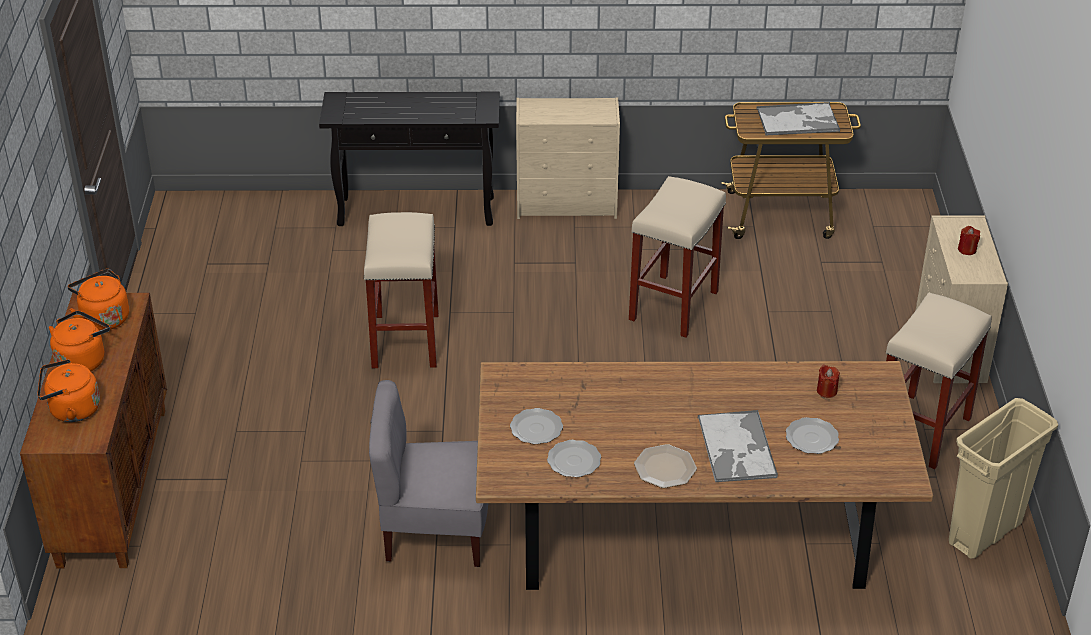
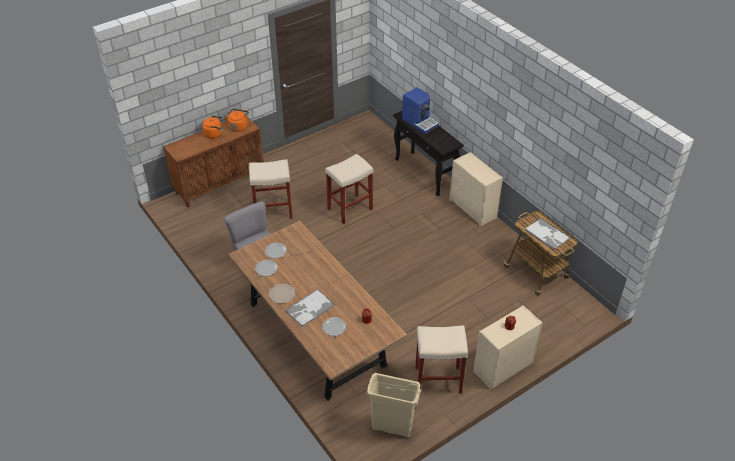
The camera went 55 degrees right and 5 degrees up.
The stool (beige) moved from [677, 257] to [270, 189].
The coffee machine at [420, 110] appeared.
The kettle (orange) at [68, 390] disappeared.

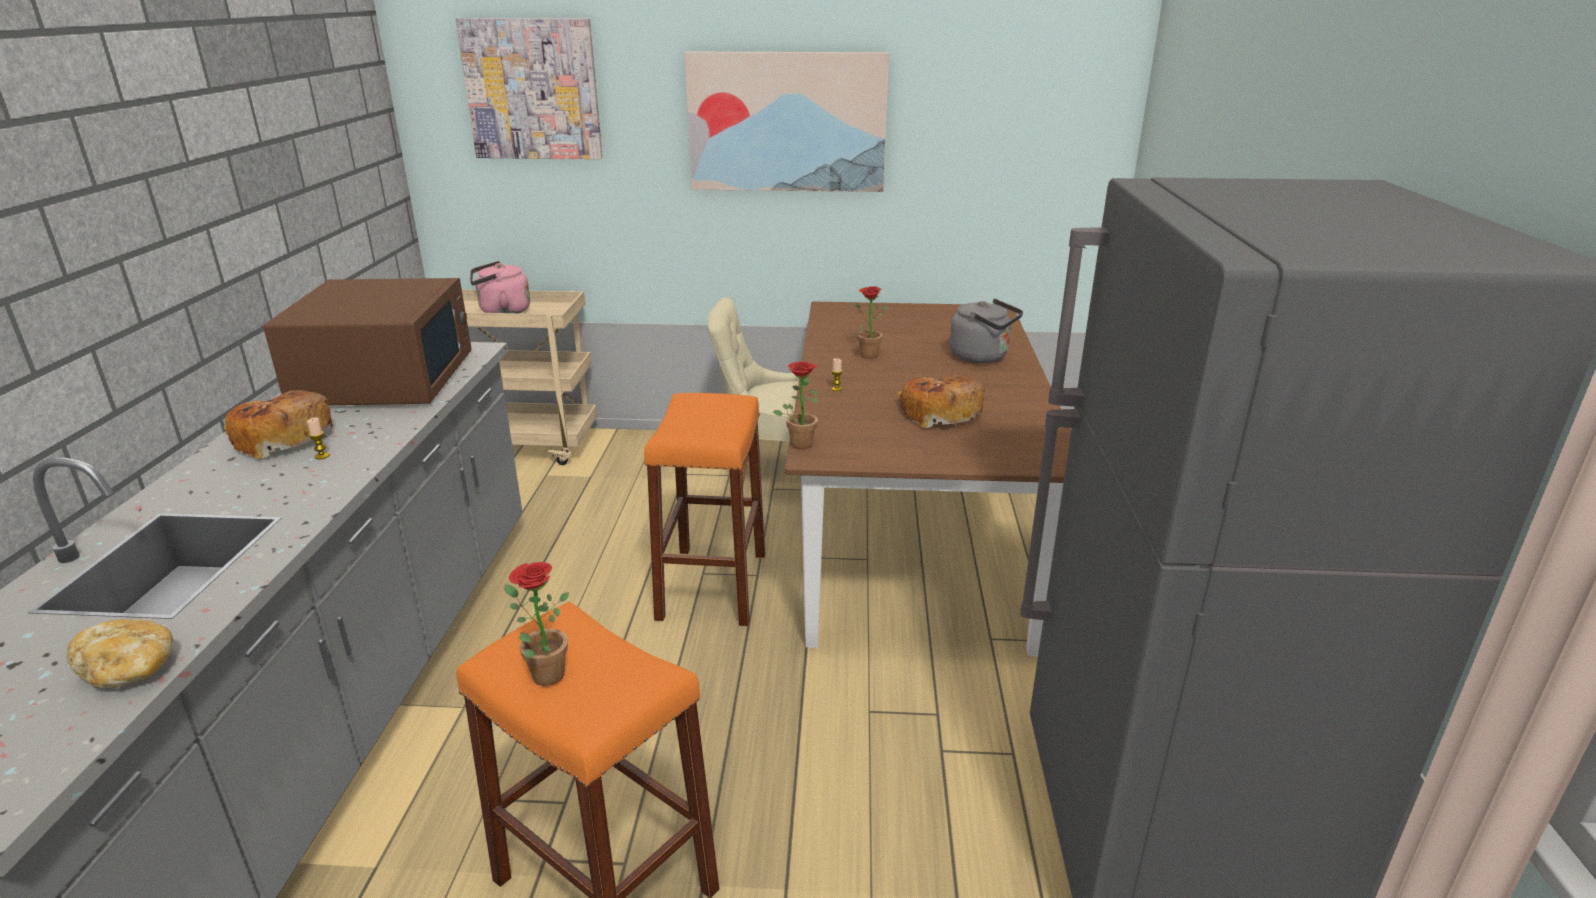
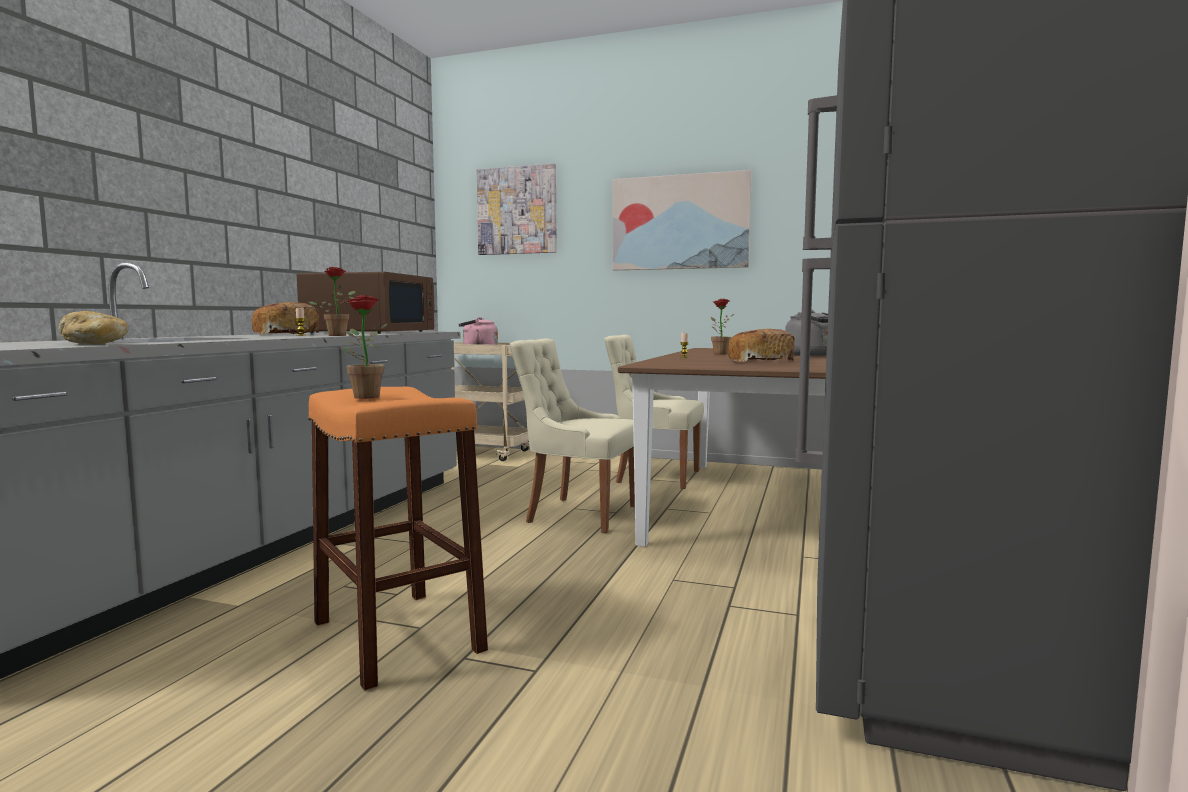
The camera went 15 degrees right and 20 degrees down.
The potted plant moved from [796, 405] to [332, 301].
The stool (orange) at [704, 509] was replaced by the chair (beige) at [572, 435].

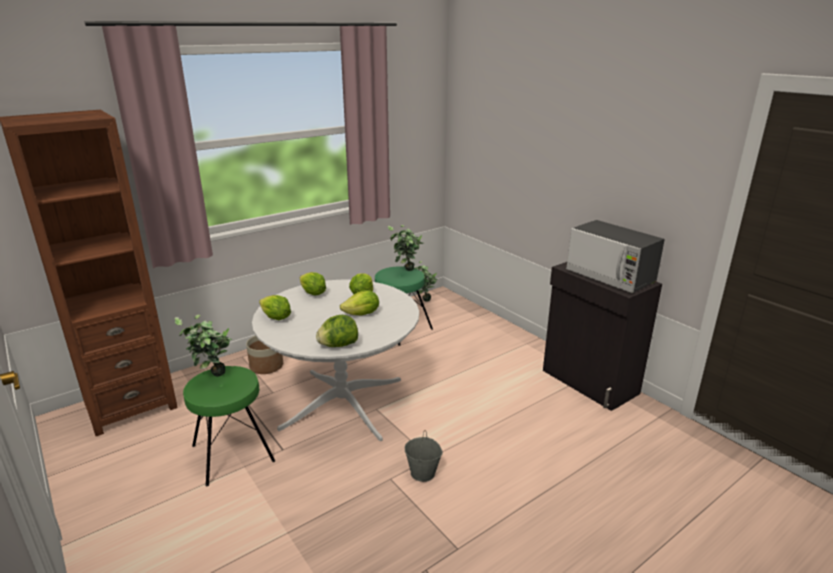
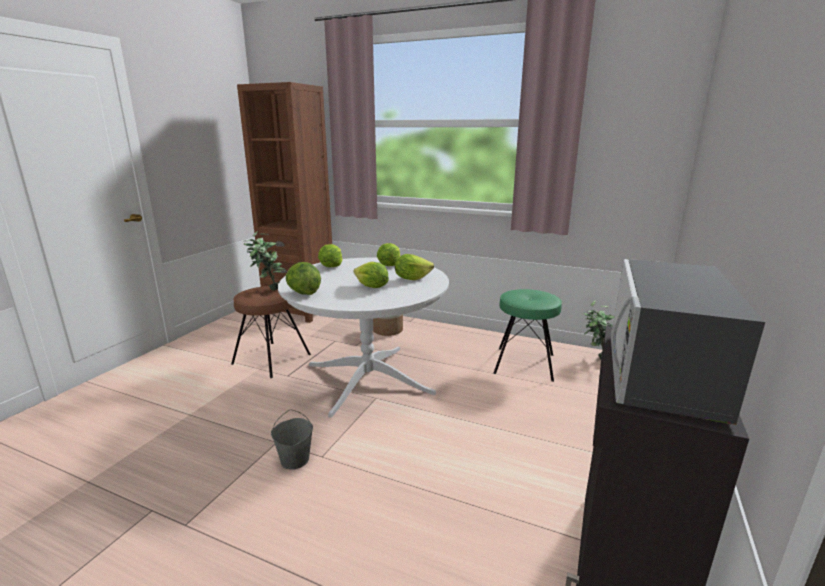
The camera went 60 degrees right and 5 degrees down.
The stool (green) at [229, 426] became the stool (brown) at [271, 332].
The potted plant at [405, 248] disappeared.

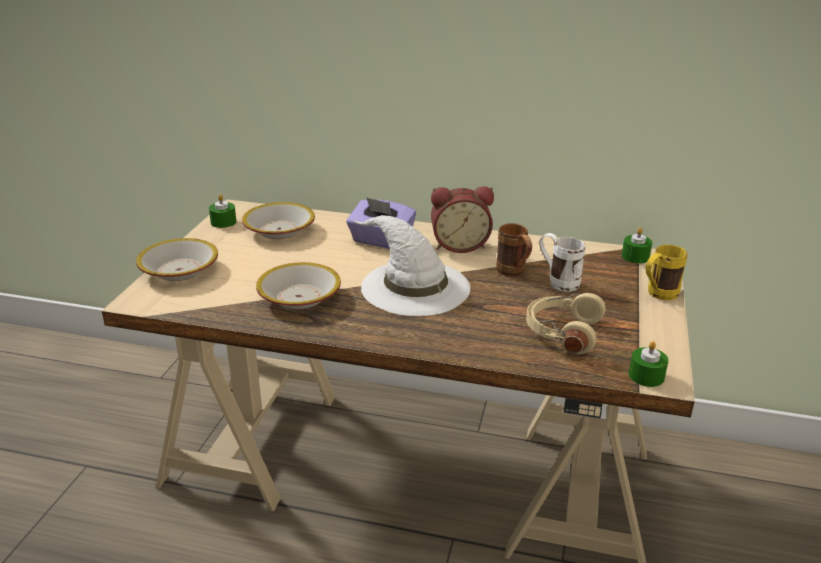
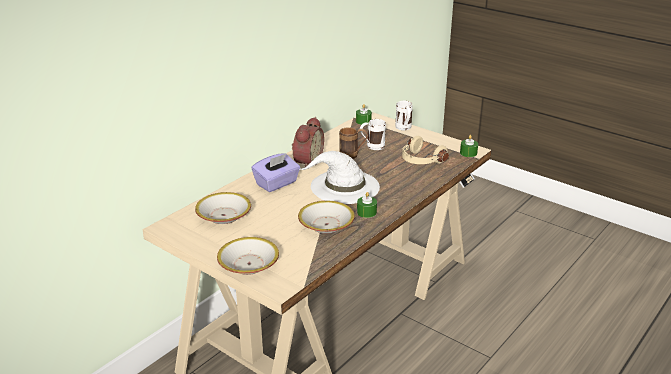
The camera went 65 degrees left and 0 degrees up.
The candle (green) moved from [222, 211] to [367, 205].
The mug (yellow) at [666, 272] became the mug (white) at [404, 115].

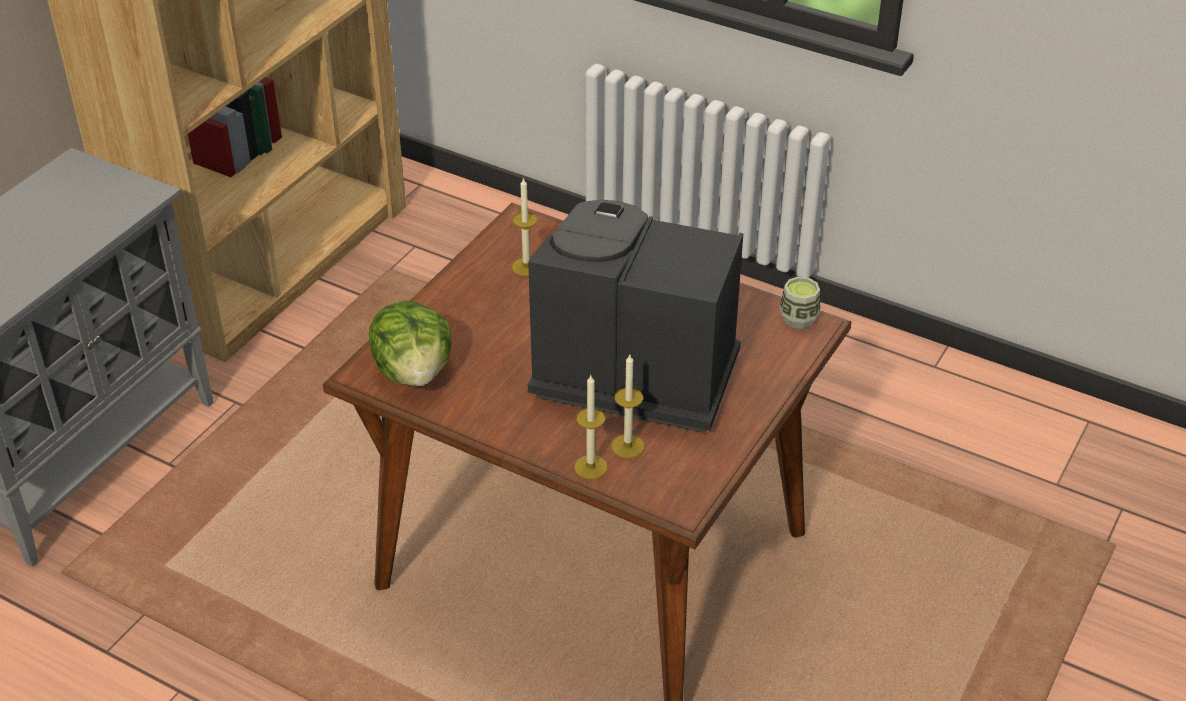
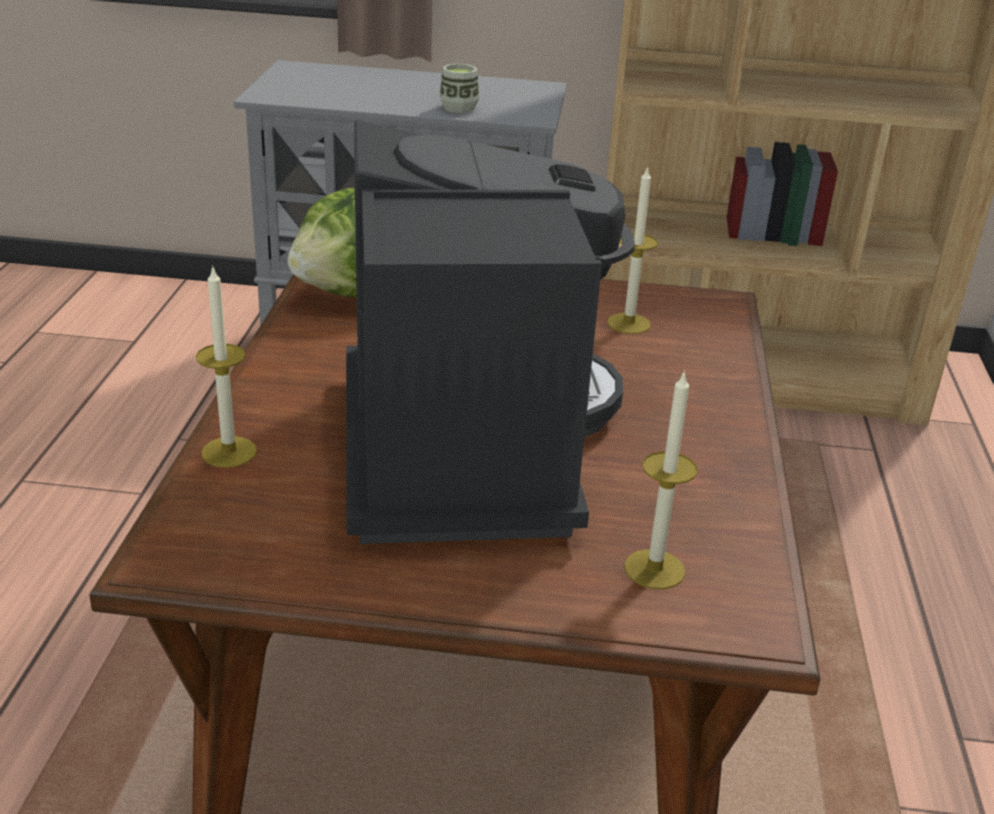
The camera went 65 degrees right and 10 degrees down.
The cup moved from [800, 302] to [459, 88].
The candle moved from [628, 406] to [661, 479].

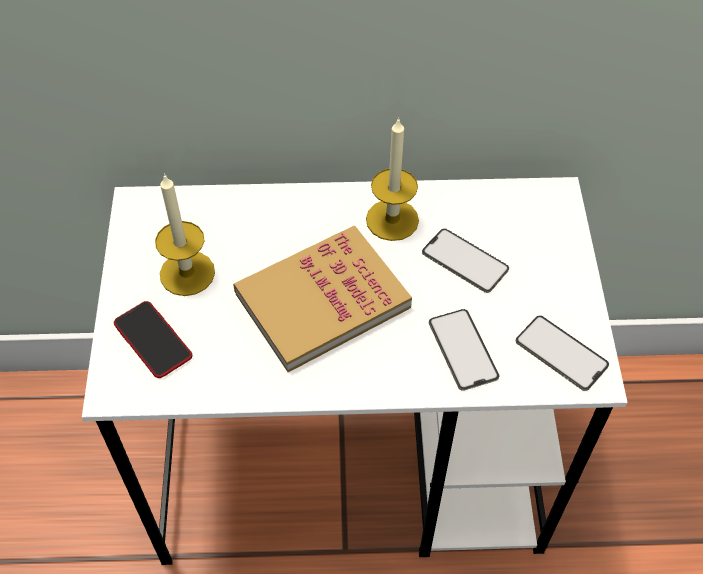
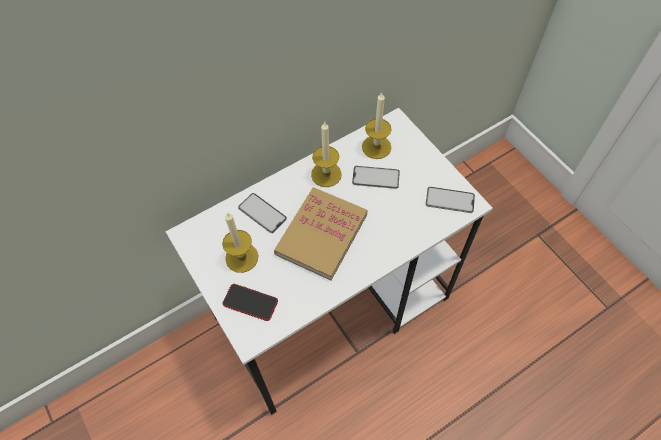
The camera went 30 degrees left and 5 degrees up.
The phone moved from [464, 350] to [262, 213].
The candle at [377, 125] appeared.

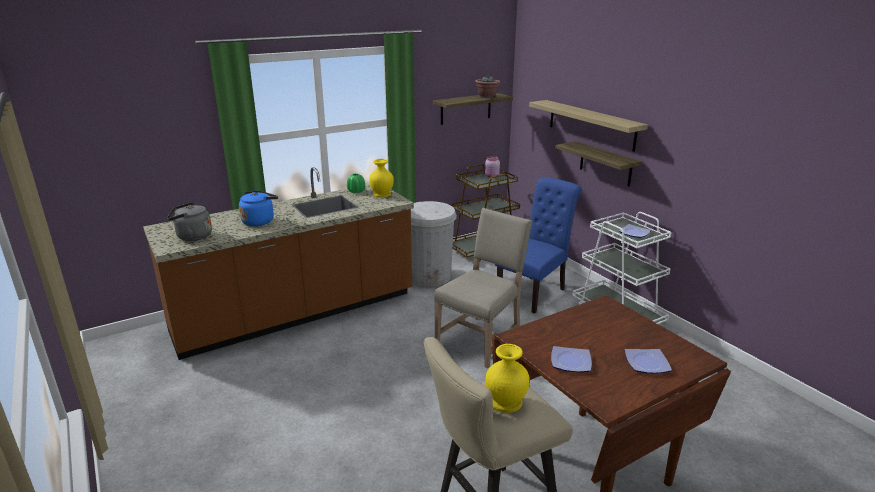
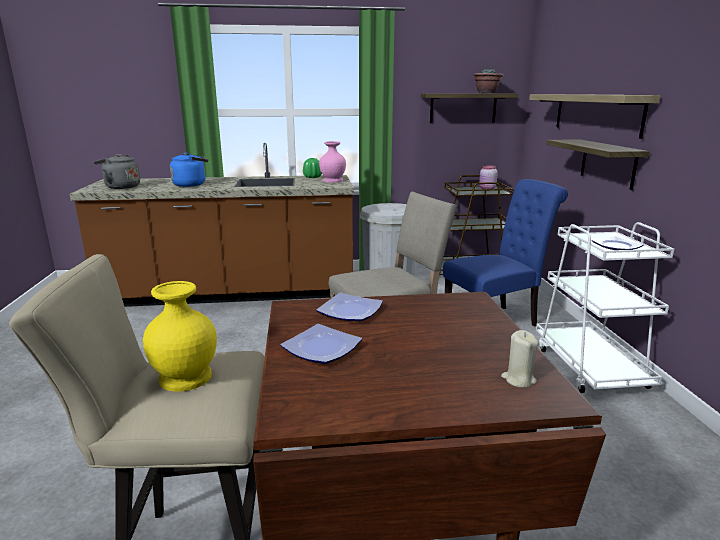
The camera went 25 degrees right and 5 degrees down.
The plate moved from [648, 361] to [349, 307].
The vase (yellow) at [381, 178] became the vase (pink) at [332, 162].
The candle (beige) at [520, 359] appeared.

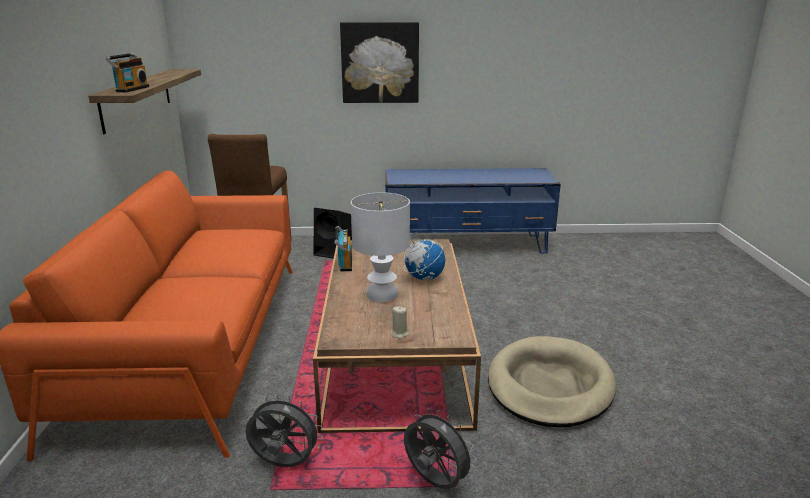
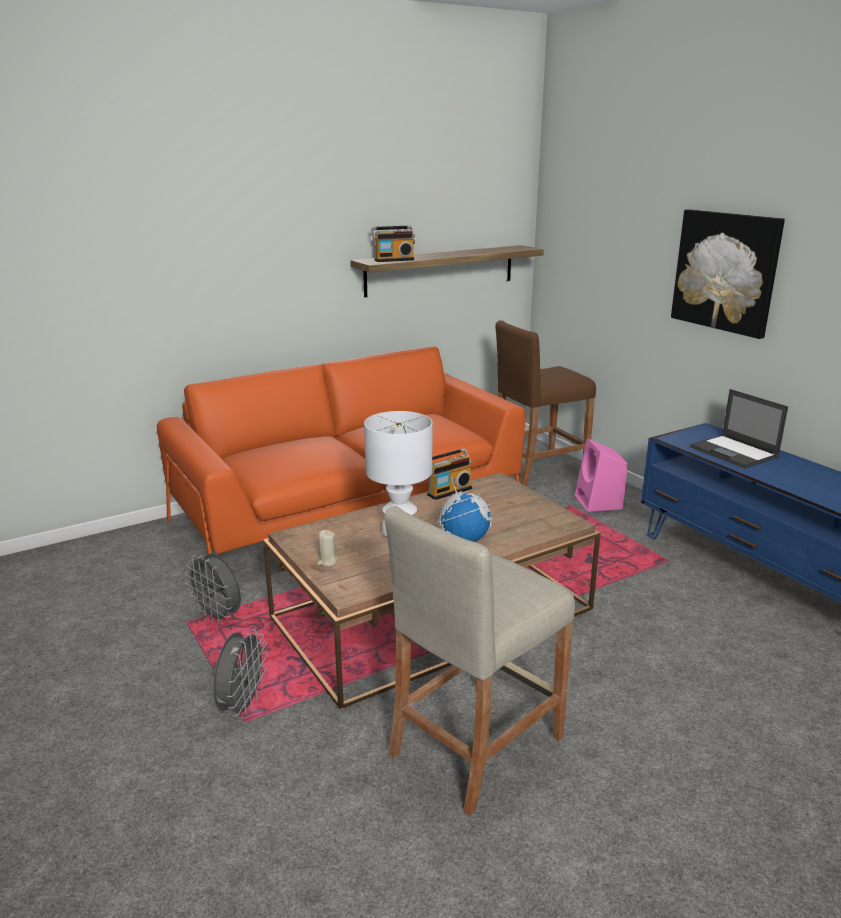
The camera went 60 degrees right and 0 degrees up.
The fan (grey) at [284, 430] turned 150 degrees clockwise.
The dog bed (beige) at [552, 381] was replaced by the stool (beige) at [479, 661].
The speaker (black) at [333, 233] became the speaker (pink) at [601, 475].
The laptop at [739, 429] appeared.

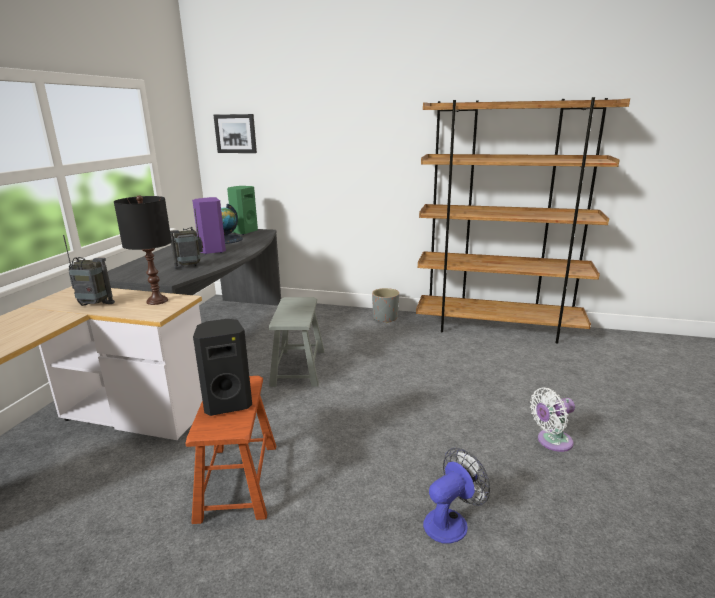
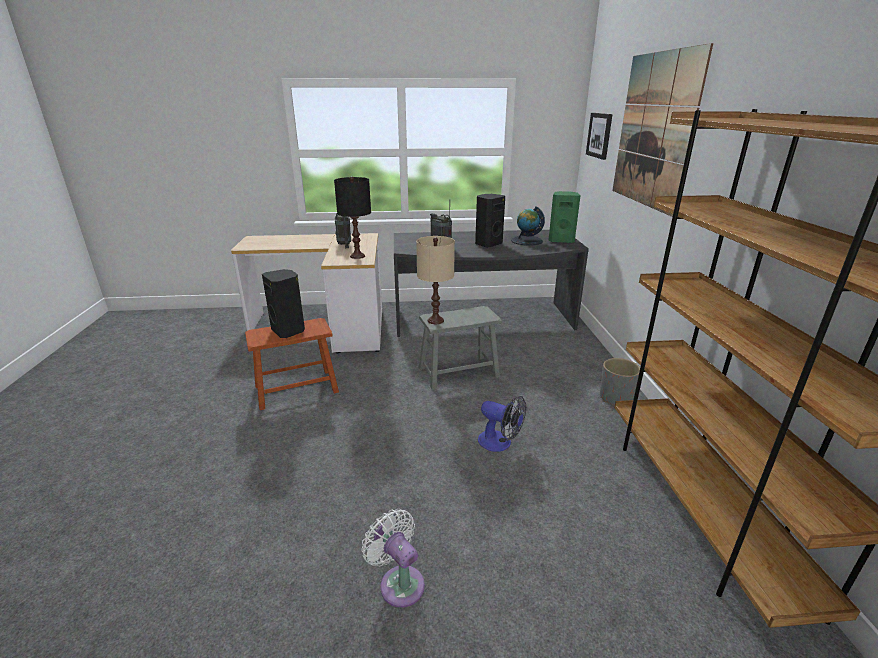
The camera went 70 degrees right and 5 degrees up.
The table lamp (beige) at [435, 280] appeared.
The speaker (purple) at [209, 225] became the speaker (black) at [490, 221].
The fan moved from [456, 495] to [502, 424].
The picture at [662, 130] appeared.

